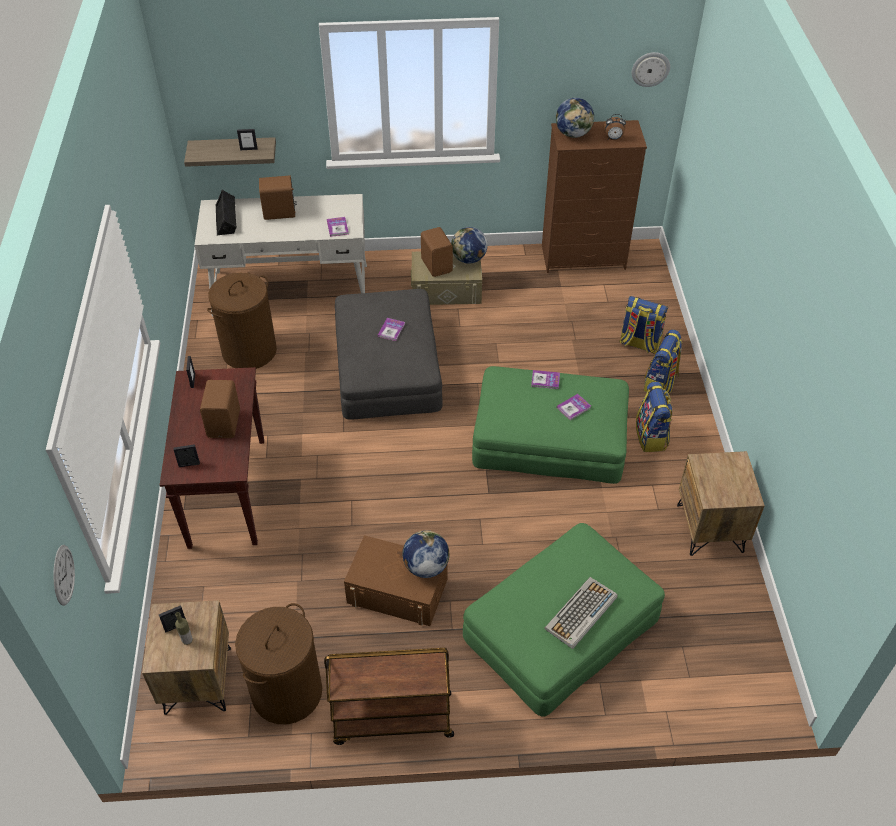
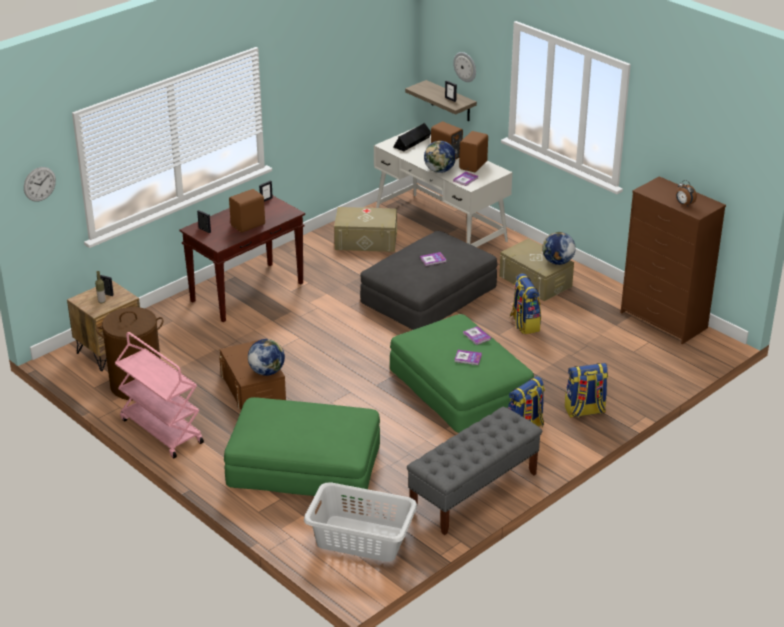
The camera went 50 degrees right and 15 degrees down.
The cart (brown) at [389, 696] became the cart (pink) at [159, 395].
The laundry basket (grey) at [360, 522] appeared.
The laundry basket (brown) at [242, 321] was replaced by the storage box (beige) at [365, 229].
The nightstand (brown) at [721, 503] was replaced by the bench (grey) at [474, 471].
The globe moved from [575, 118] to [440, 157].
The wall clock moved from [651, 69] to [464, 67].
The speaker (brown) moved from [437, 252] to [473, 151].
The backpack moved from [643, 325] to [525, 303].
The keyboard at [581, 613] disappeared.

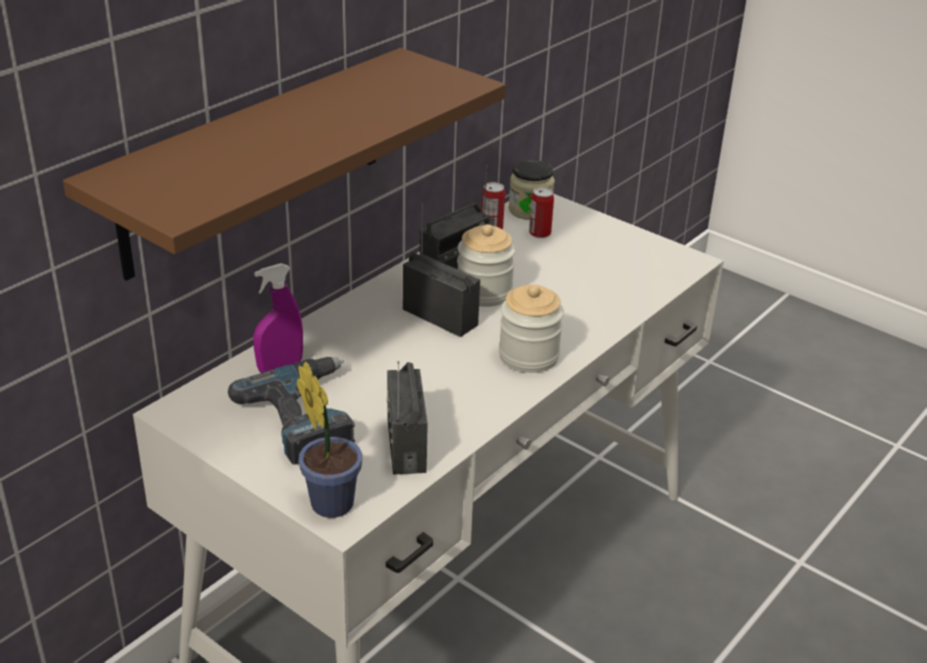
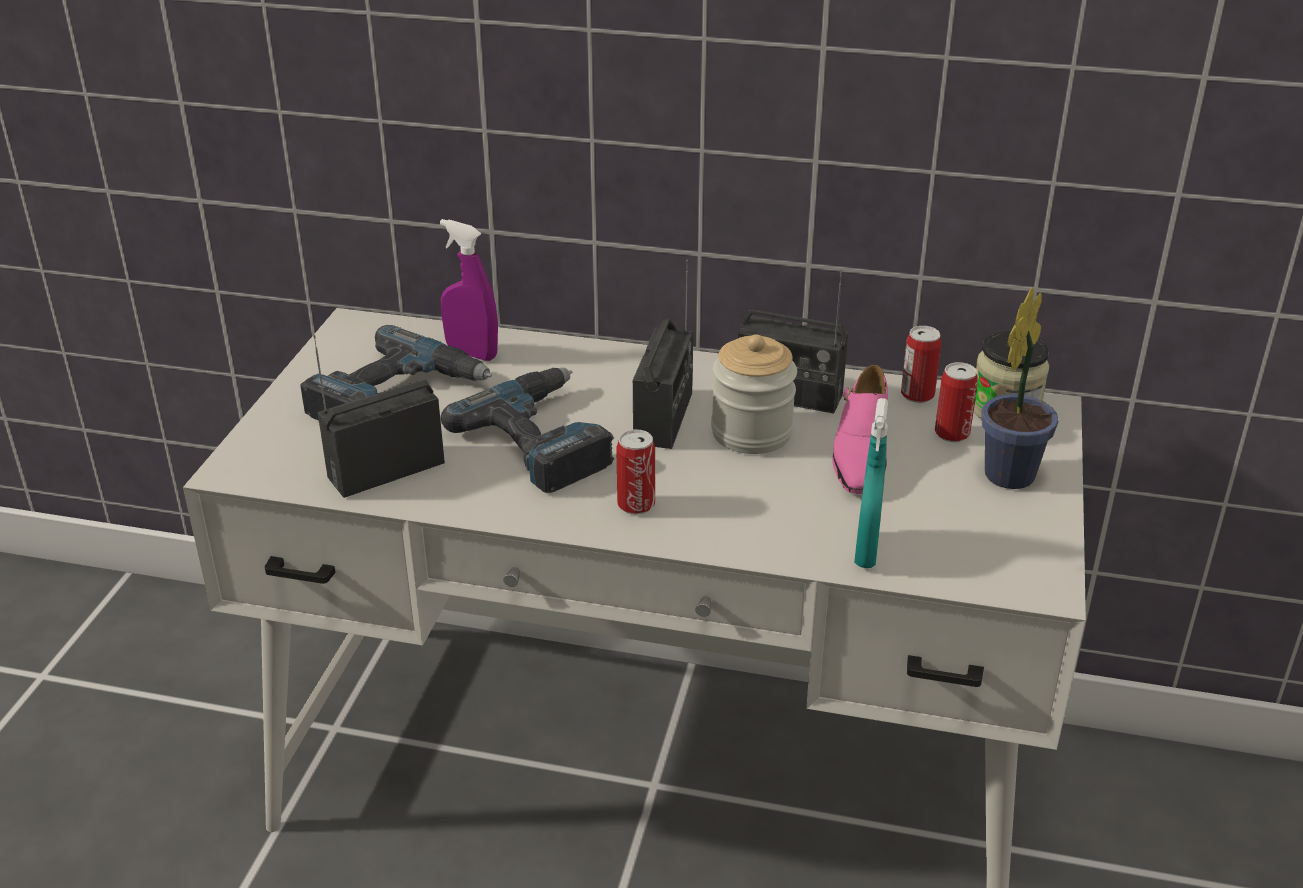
The camera went 65 degrees right and 0 degrees up.
The power drill at [527, 430] appeared.
The jar at [531, 329] was replaced by the can at [635, 472].
The shoe (pink) at [860, 429] appeared.
The spray bottle (turquoise) at [871, 483] appeared.
The potted plant moved from [330, 440] to [1020, 388].
The shelf (brown) at [284, 164] disappeared.

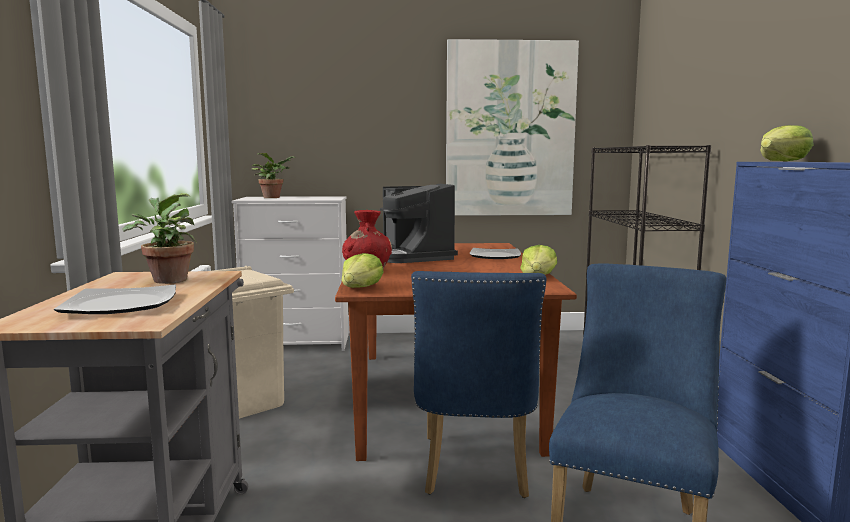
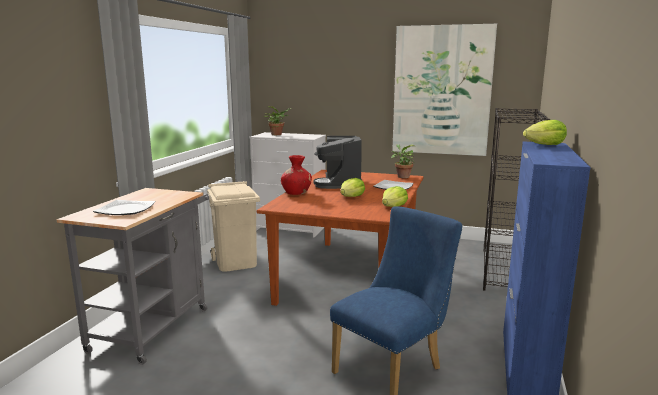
The camera went 20 degrees right and 5 degrees up.
The lettuce moved from [362, 270] to [352, 187].
The potted plant moved from [159, 238] to [403, 161].
The chair (blue) at [478, 384] disappeared.

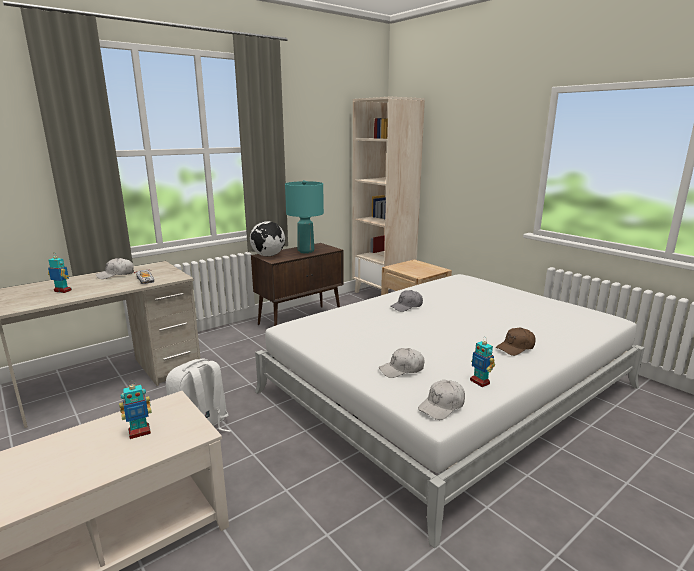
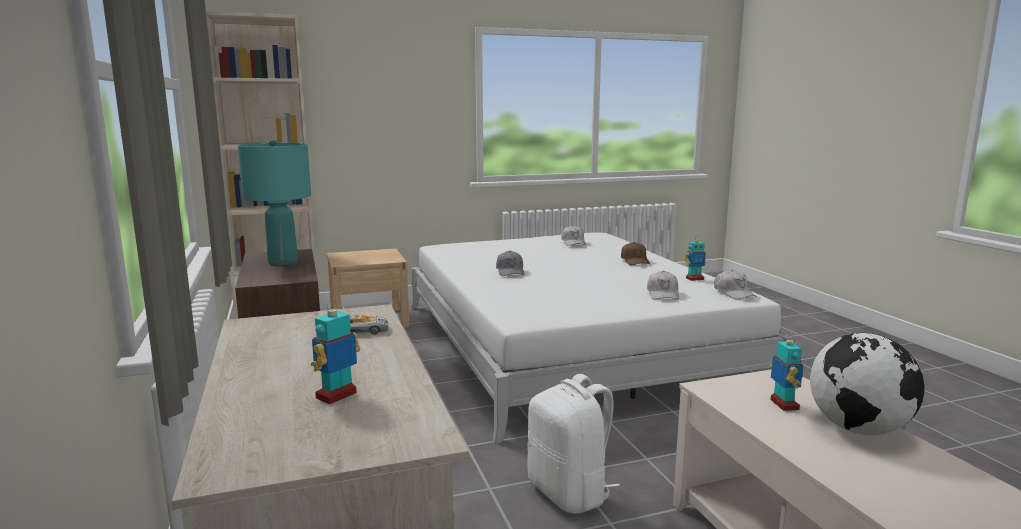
The camera went 70 degrees left and 5 degrees down.
The cap (white) moved from [115, 268] to [573, 235].
The globe moved from [267, 239] to [867, 384].

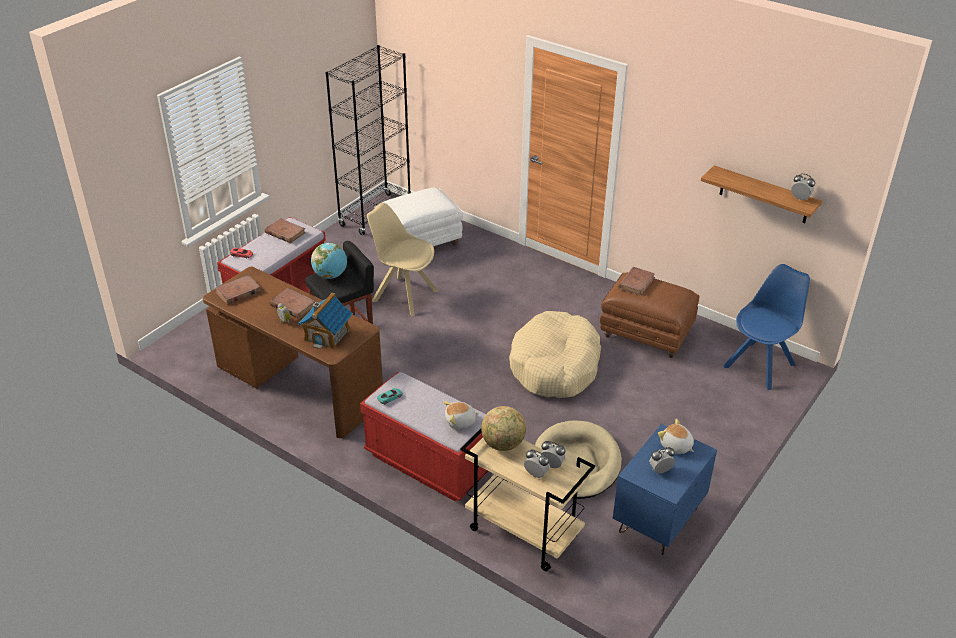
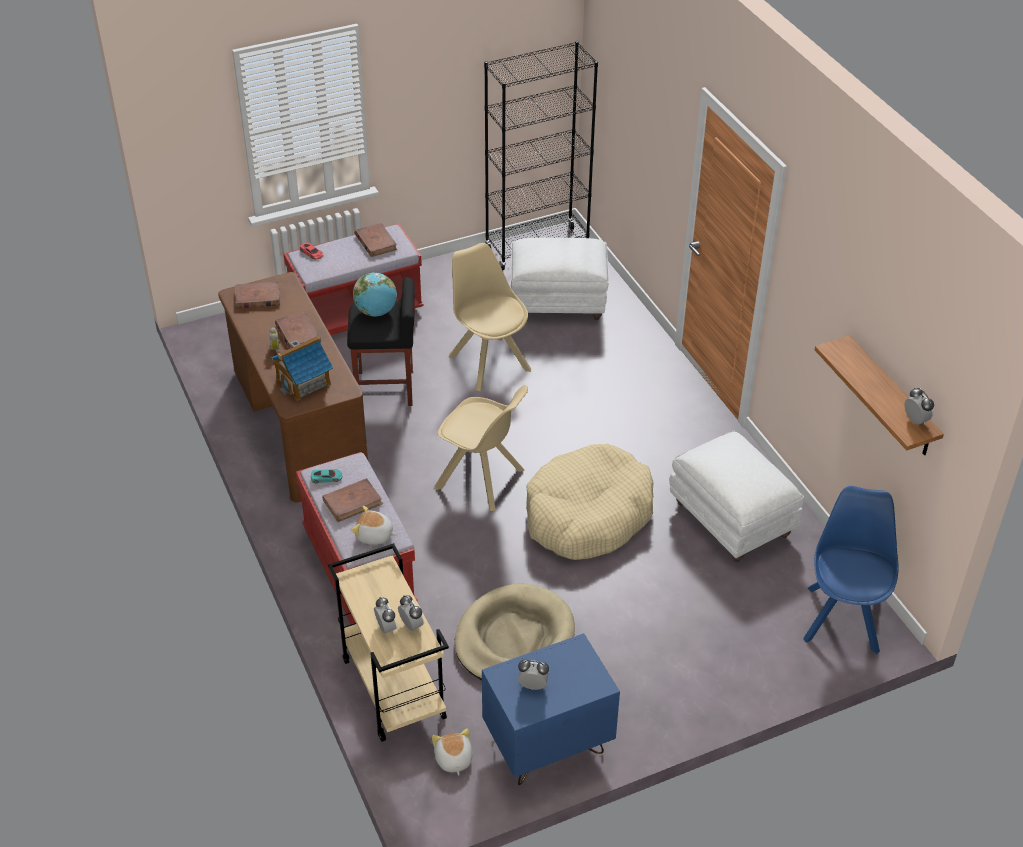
The camera went 30 degrees right and 5 degrees up.
The book (brown) moved from [636, 281] to [352, 500].
The plush toy moved from [676, 436] to [452, 752].
The chair (beige) at [481, 448] appeared.
The ottoman (brown) at [650, 315] became the ottoman (white) at [736, 496].
The chair (blue) at [766, 327] turned 60 degrees counterclockwise.
The globe at [503, 428] disappeared.

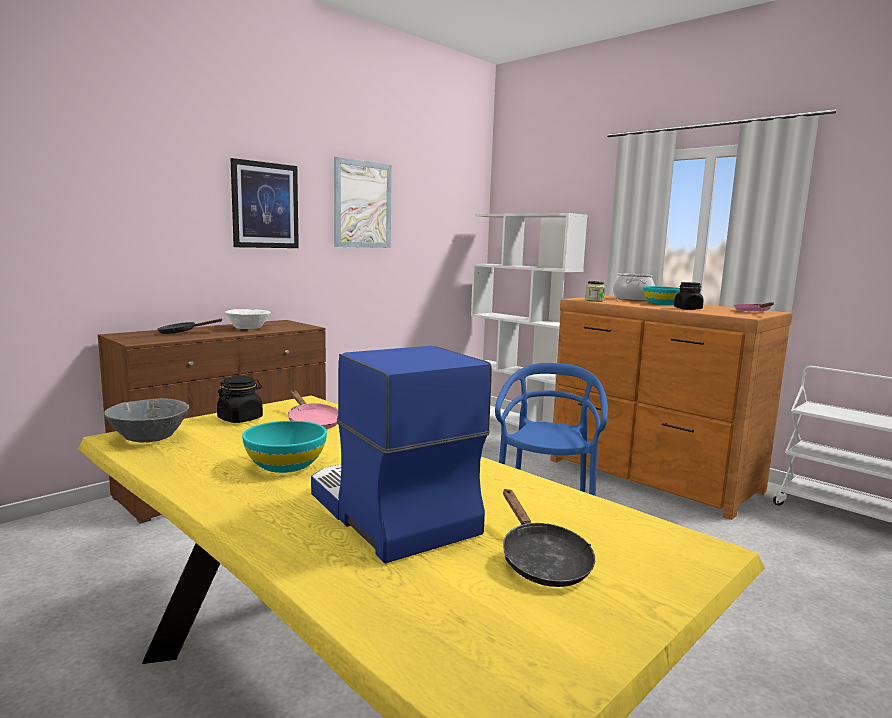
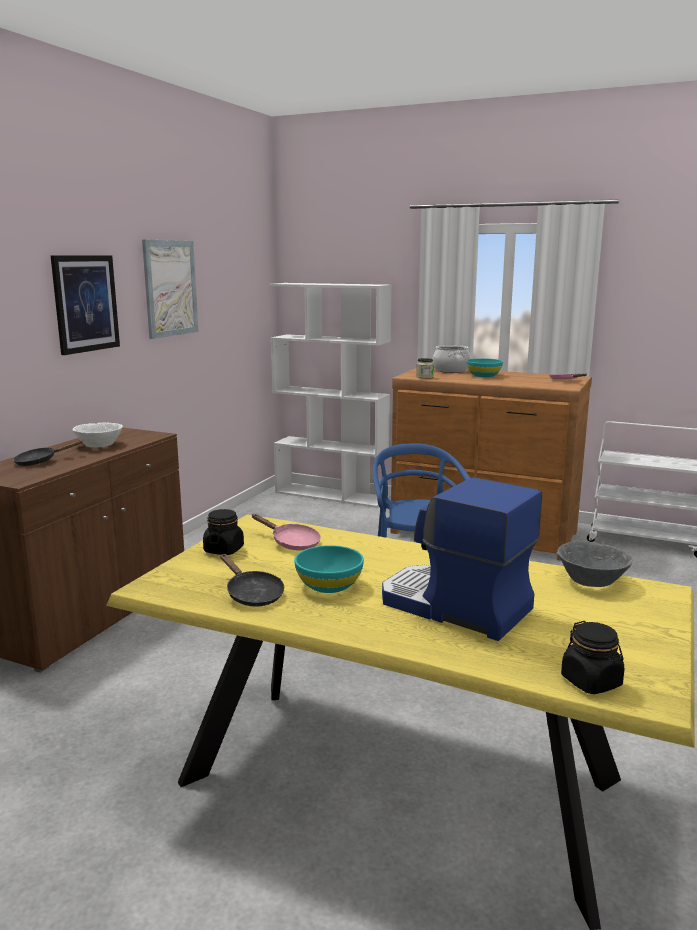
The camera went 20 degrees left and 5 degrees up.
The frying pan (black) moved from [549, 538] to [252, 580].
The bowl (grey) moved from [146, 420] to [595, 564].
The jar (black) moved from [689, 296] to [593, 657].

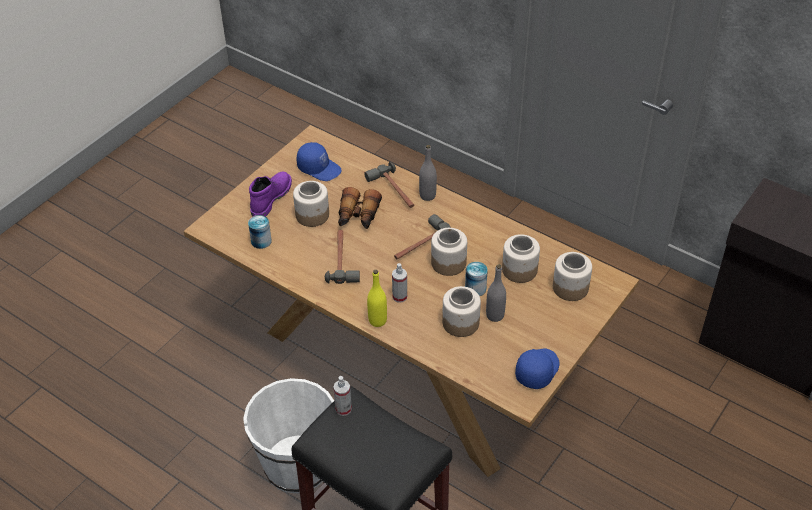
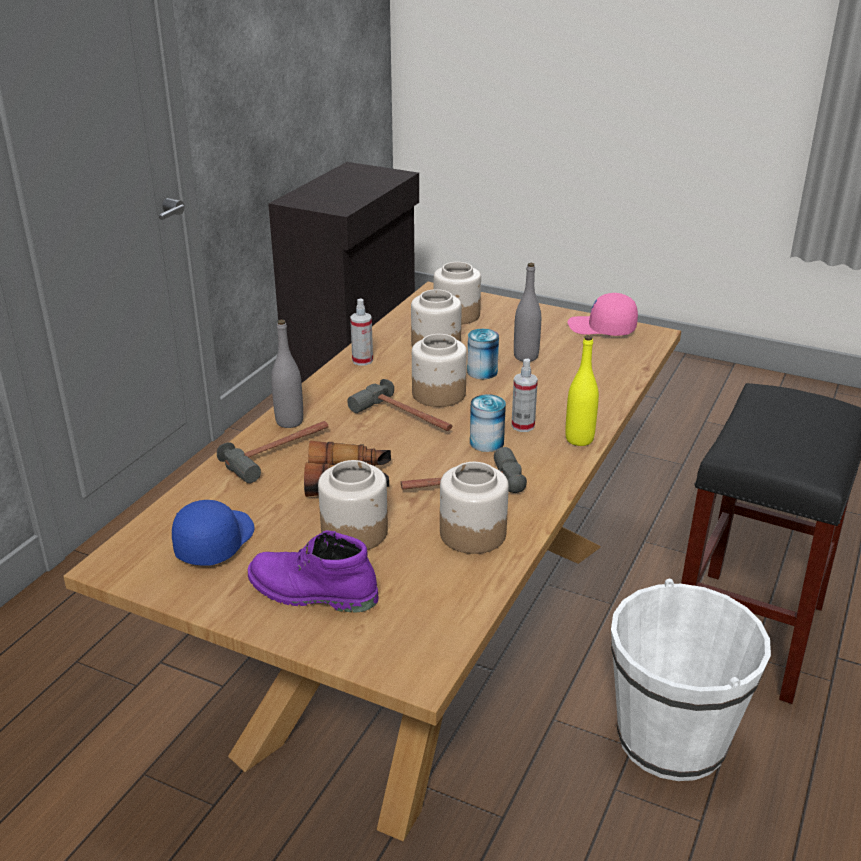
The camera went 100 degrees left and 15 degrees down.
The spray bottle moved from [342, 396] to [361, 332].
The jar moved from [461, 311] to [474, 508].
The can moved from [260, 232] to [488, 423].
The cap (blue) at [537, 369] became the cap (pink) at [602, 314].

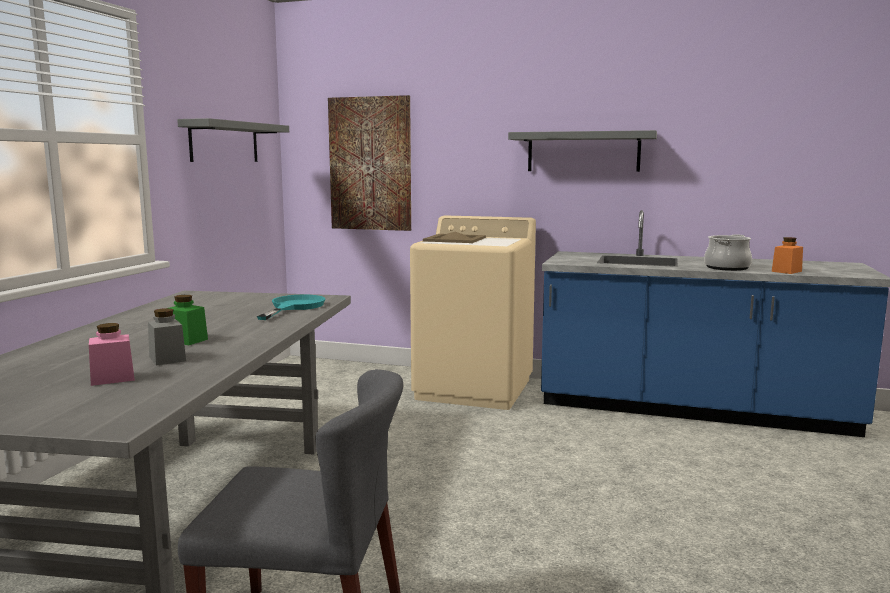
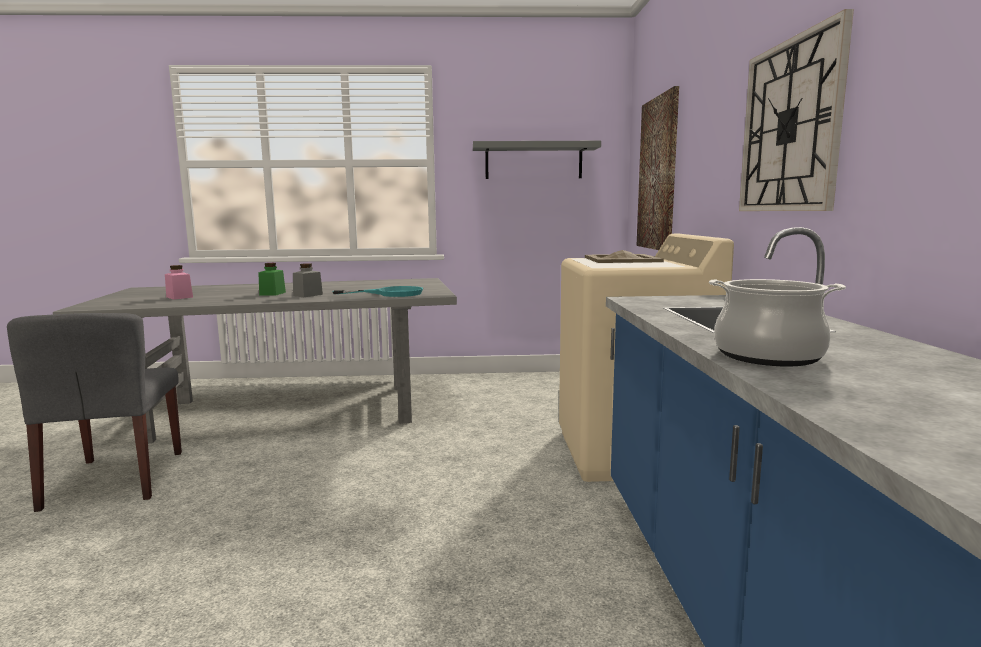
The camera went 70 degrees right and 0 degrees up.
The jar (grey) moved from [167, 337] to [308, 280].
The shelf (grey) at [582, 151] was replaced by the wall clock at [796, 110].
The jar (orange) at [787, 255] disappeared.

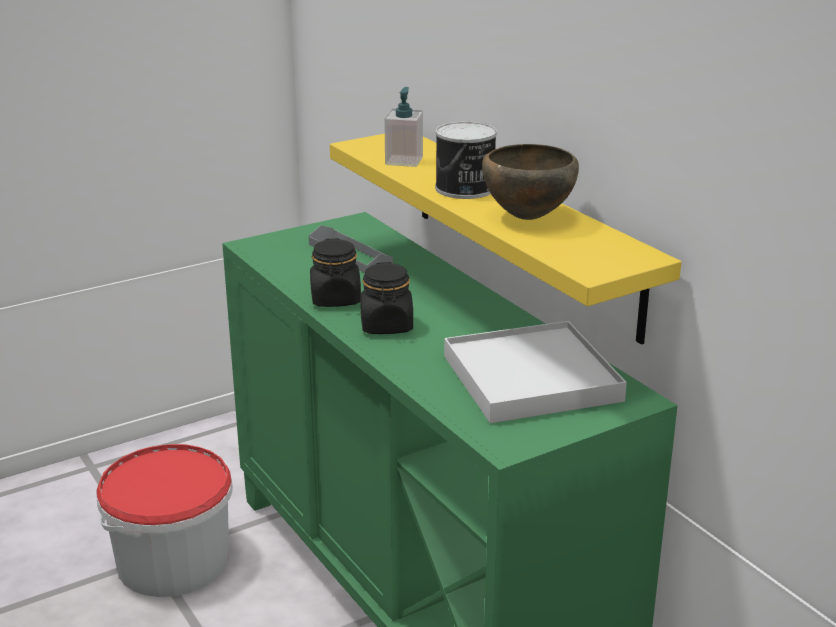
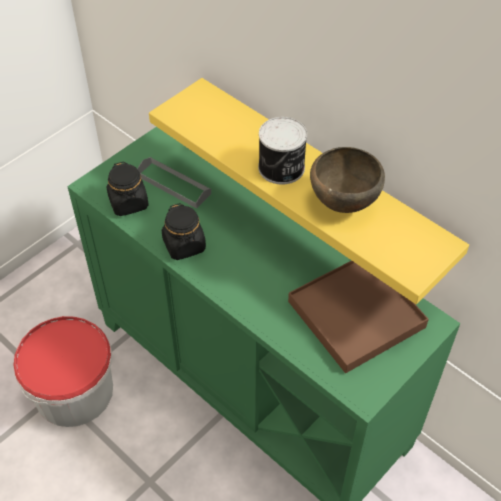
The camera went 15 degrees left and 25 degrees up.
The jar (black) moved from [386, 298] to [128, 189].
The tray (white) at [535, 372] became the tray (brown) at [358, 316].
The soap dispenser at [403, 127] disappeared.

